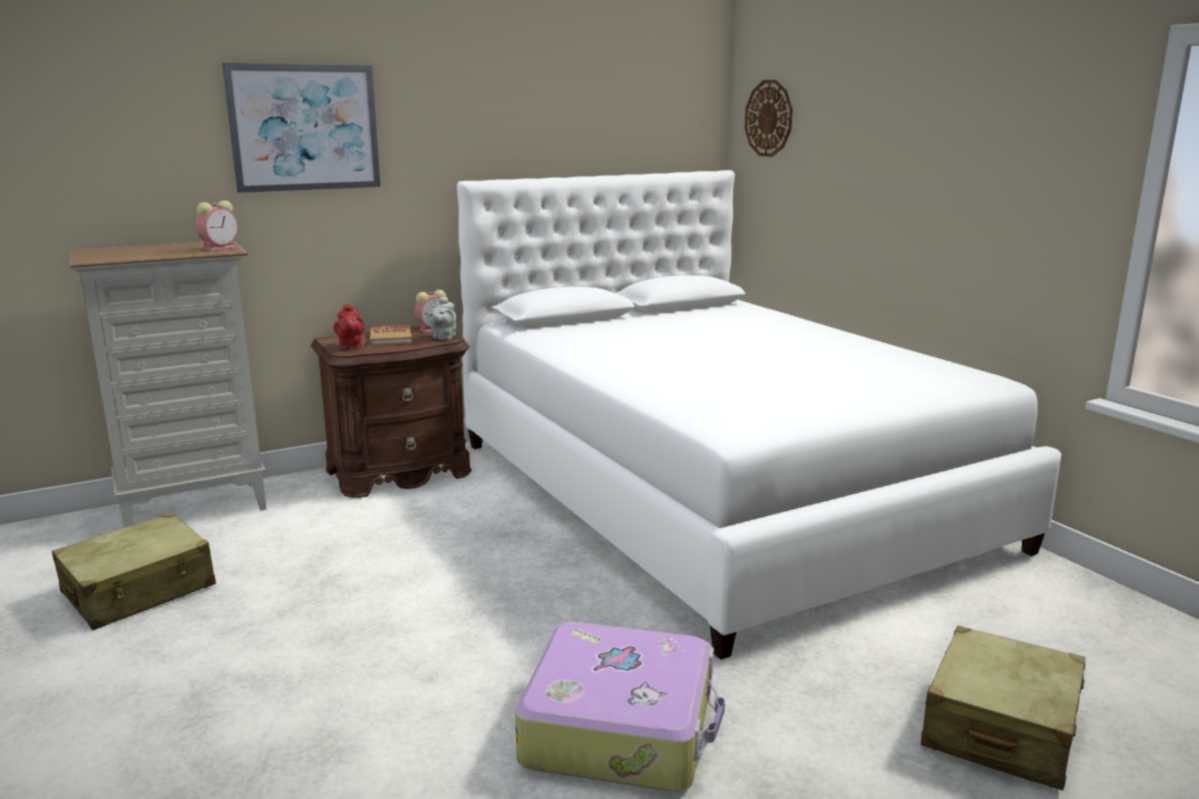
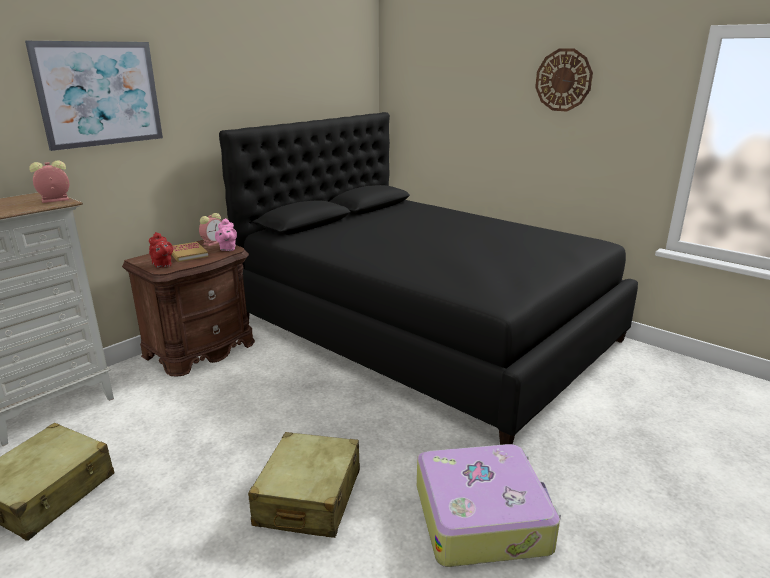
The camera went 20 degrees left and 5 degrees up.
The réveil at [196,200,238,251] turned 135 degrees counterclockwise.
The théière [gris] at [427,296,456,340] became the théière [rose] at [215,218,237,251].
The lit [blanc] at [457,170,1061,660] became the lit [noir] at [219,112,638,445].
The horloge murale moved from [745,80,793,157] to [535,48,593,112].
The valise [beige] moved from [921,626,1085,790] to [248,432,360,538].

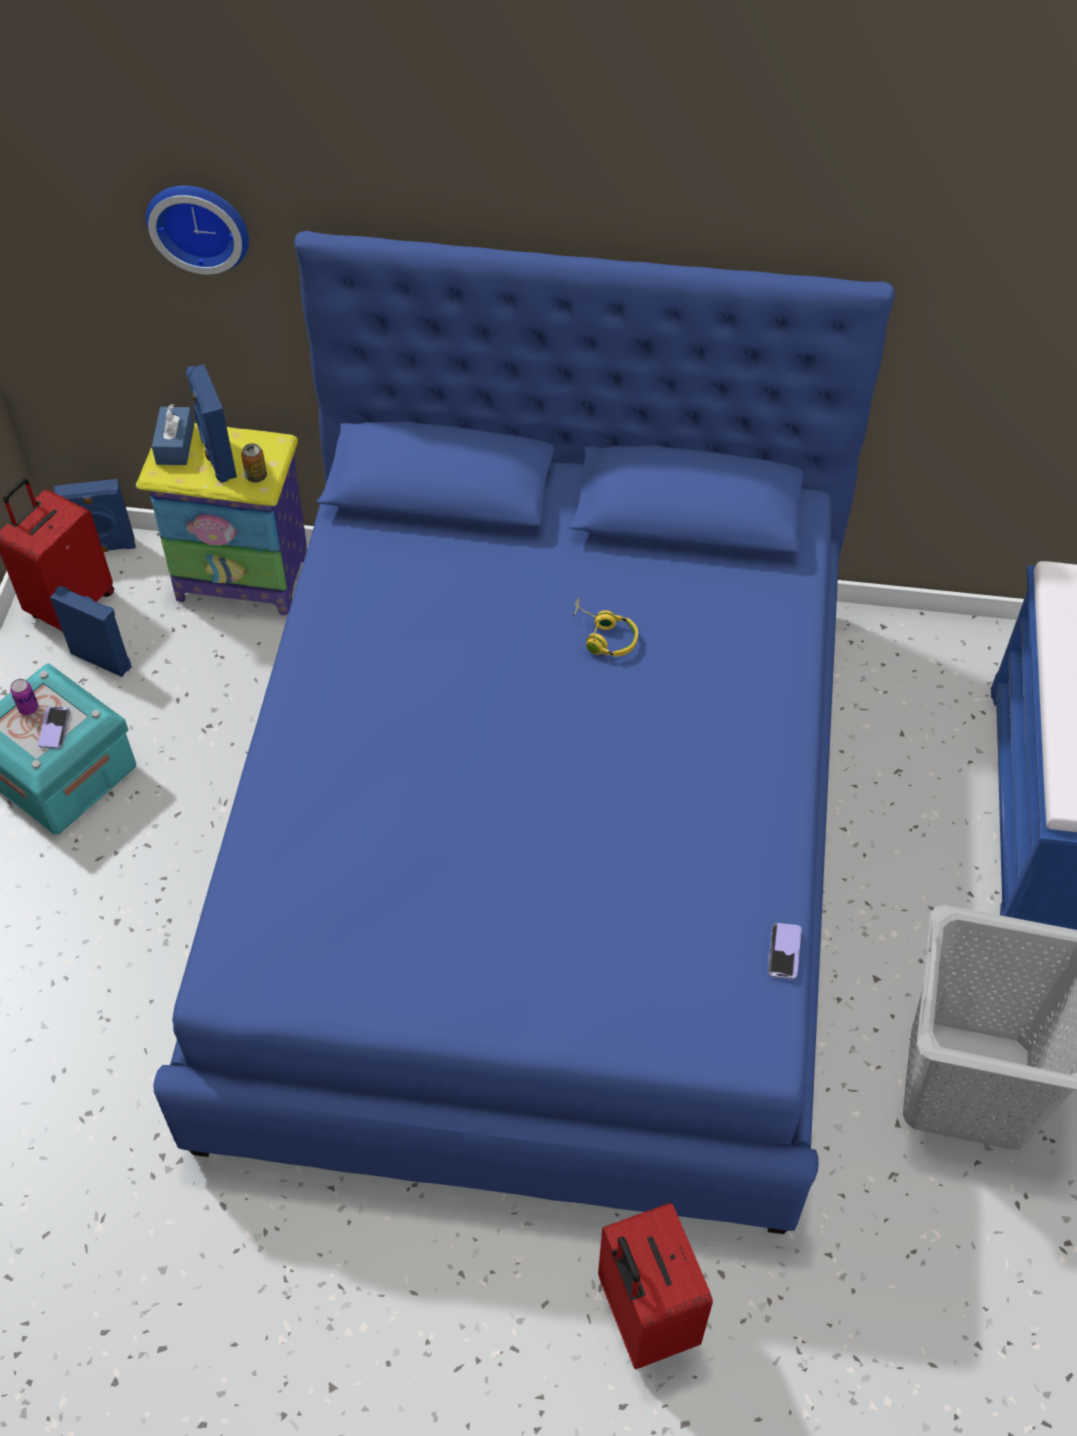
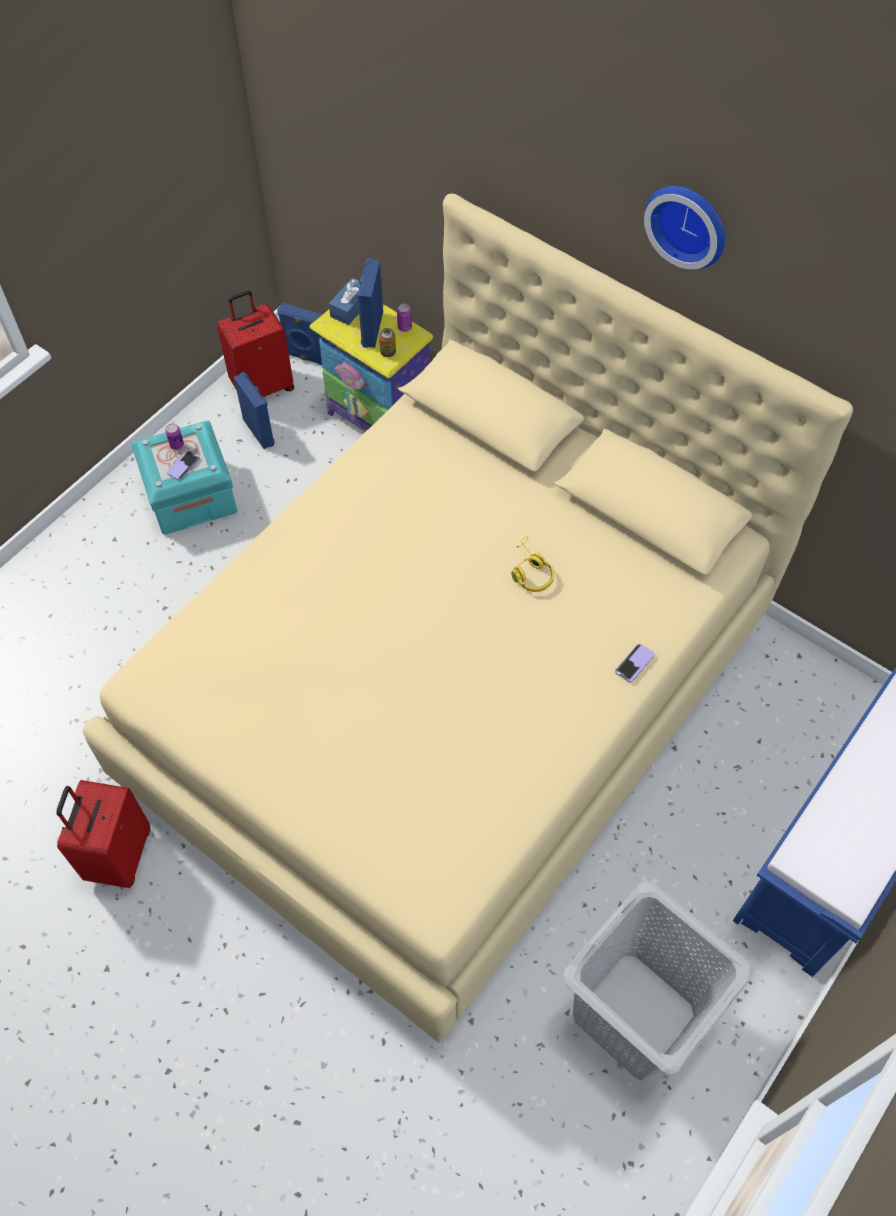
The camera went 30 degrees right and 5 degrees up.
The horloge murale moved from [146,185,249,274] to [644,186,725,269].
The lit [bleu] at [153,231,895,1234] became the lit [beige] at [82,194,853,1043].
The valise [rouge] moved from [598,1203,713,1370] to [56,780,150,888].
The téléphone moved from [768,923,802,979] to [615,644,655,682].
The boîte métallique at [397,304,412,332] appeared.

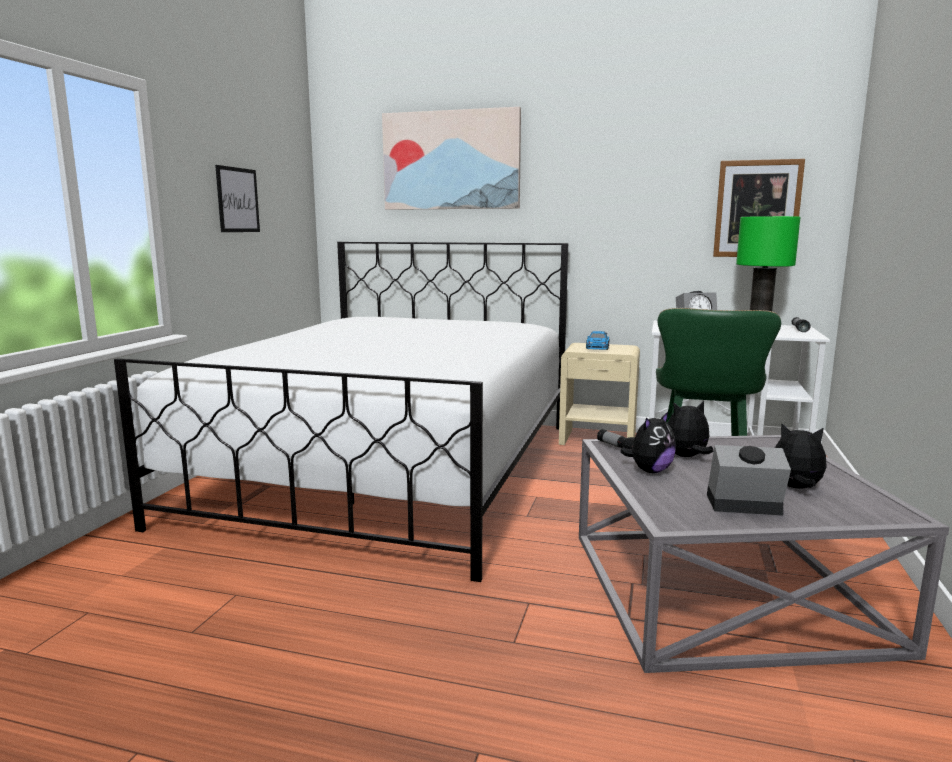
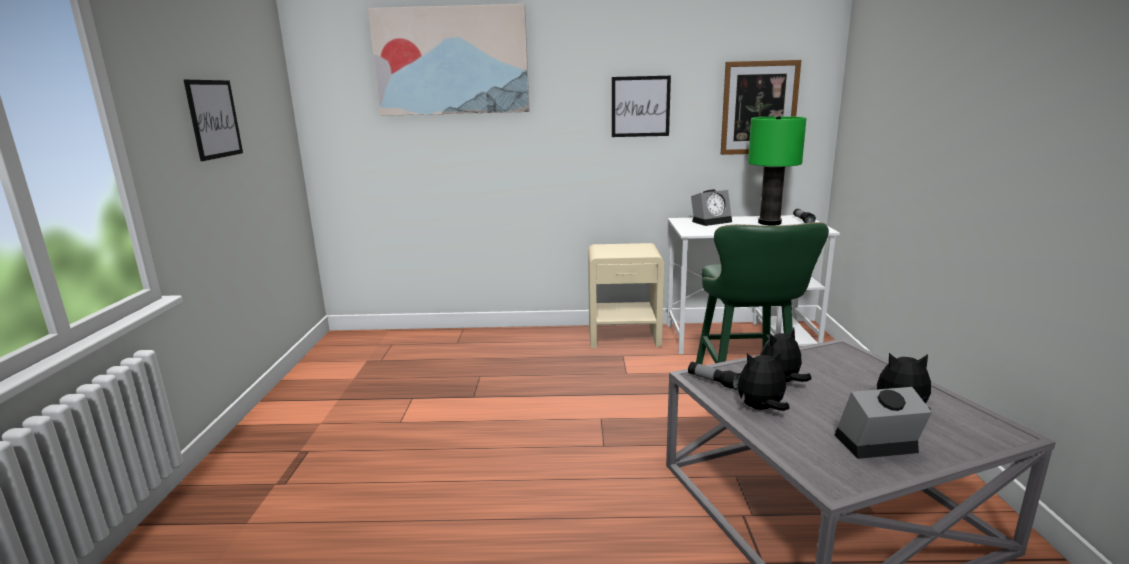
The camera went 15 degrees left and 5 degrees up.
The lit [blanc] at [114,242,568,582] disappeared.
The petite voiture at [586,331,610,350] disappeared.
The peluche at [620,412,676,473] turned 135 degrees counterclockwise.
The tableau at [612,76,671,137] appeared.

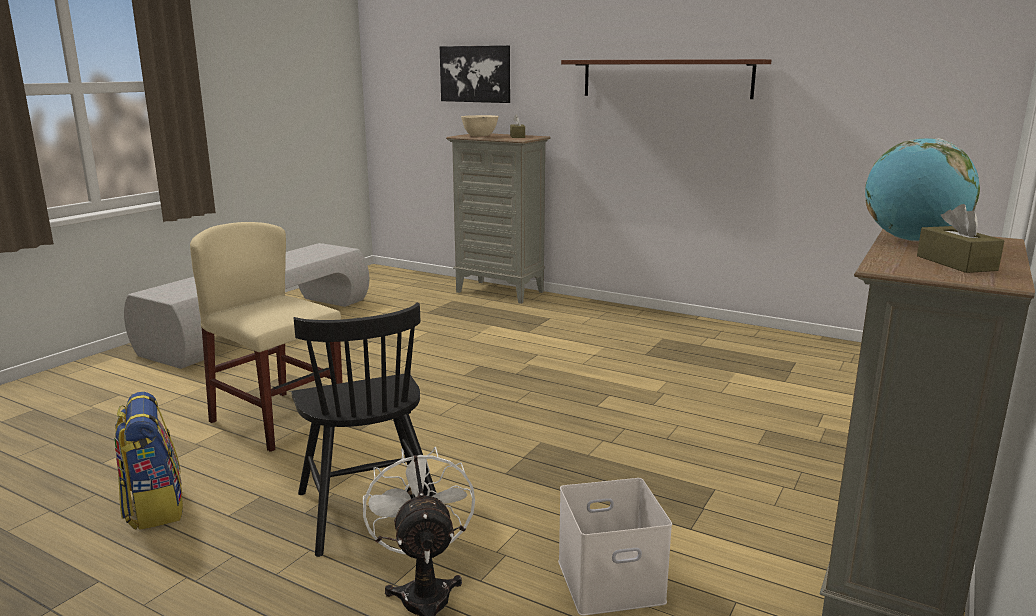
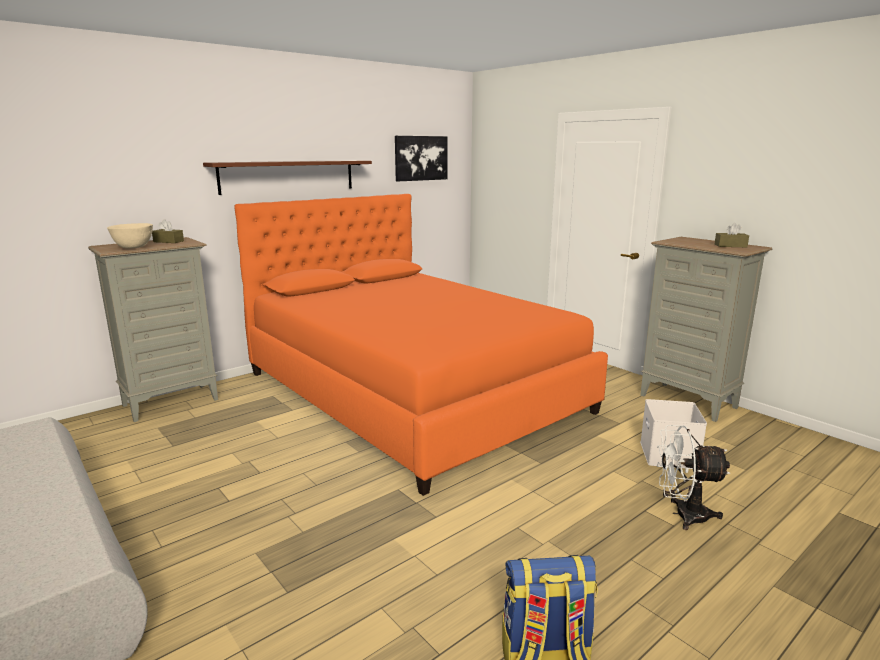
The camera went 70 degrees left and 0 degrees up.
The chaise [beige] at [190,222,343,452] disappeared.
The chaise [noir] at [291,302,437,557] disappeared.
The tableau moved from [440,45,510,103] to [395,136,448,182].
The globe at [865,138,980,242] disappeared.
The lit [orange] at [234,194,608,496] appeared.

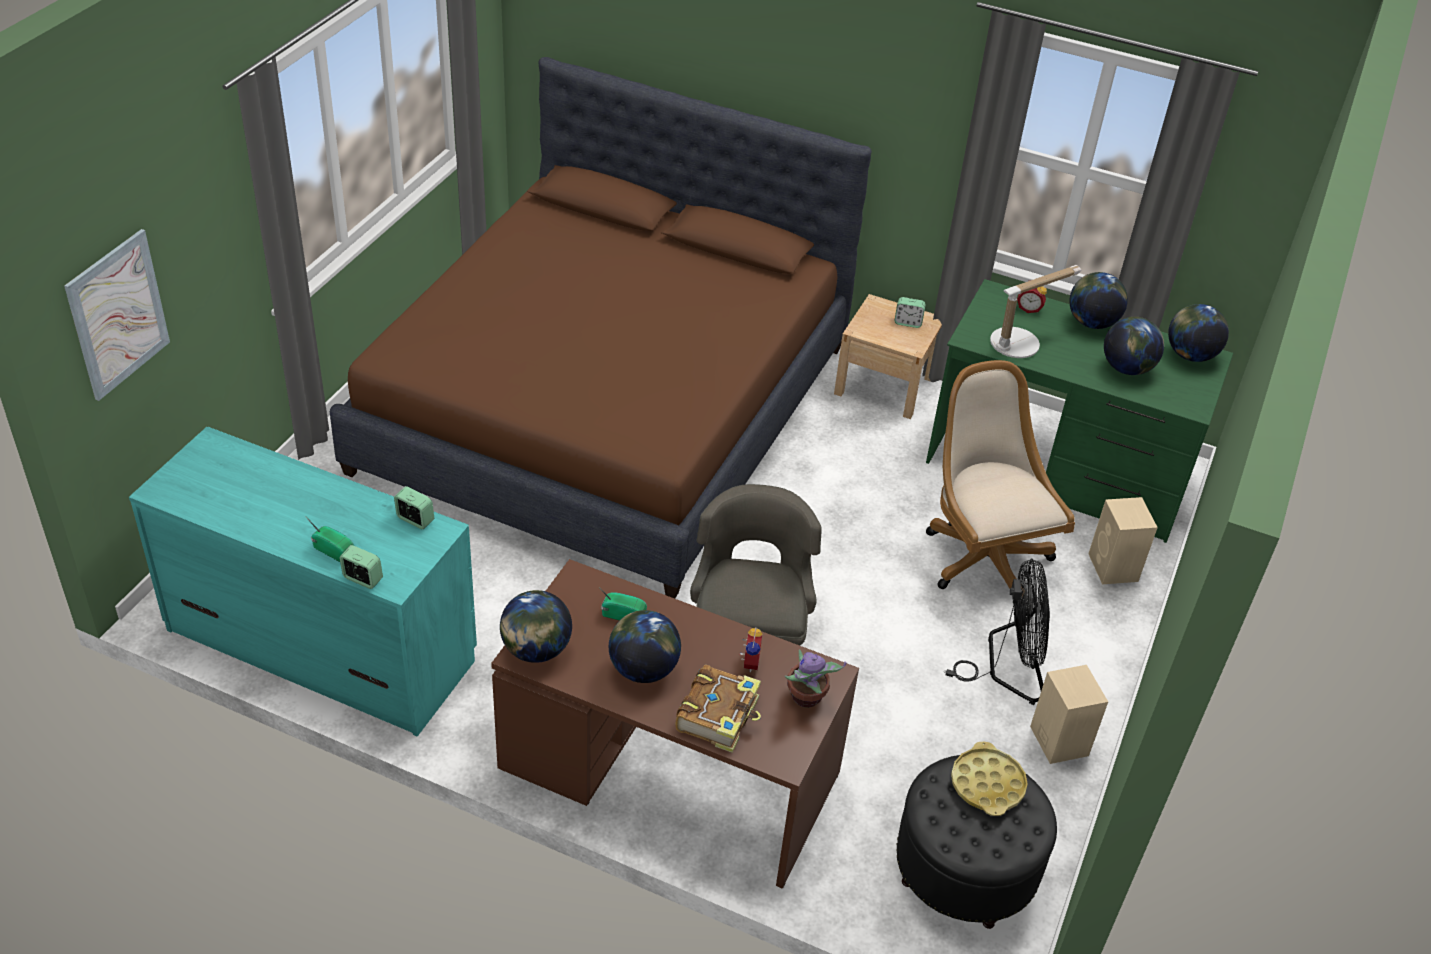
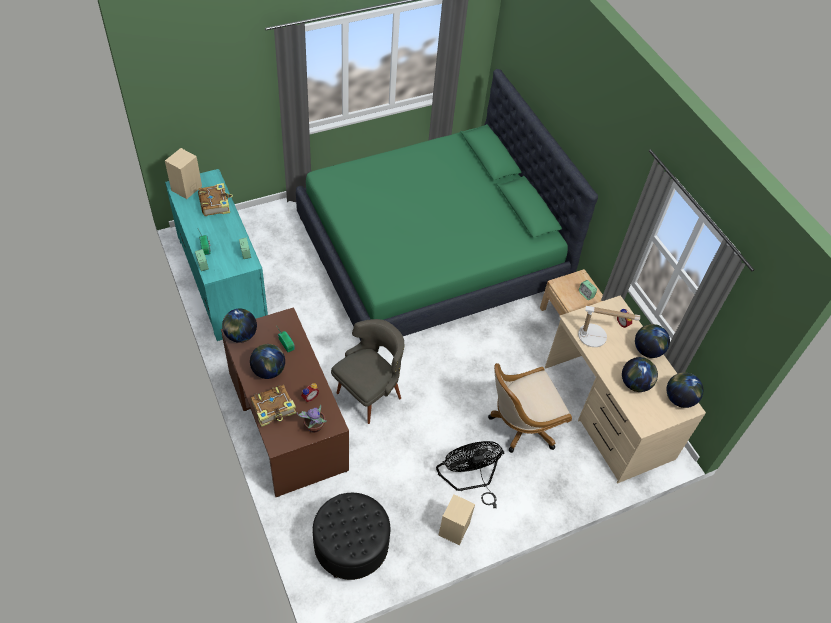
The camera went 40 degrees right and 10 degrees up.
The tableau at [64,229,170,401] disappeared.
The lit [marron] at [330,57,872,599] became the lit [vert] at [296,69,598,341].
The bureau [vert] at [926,279,1233,543] became the bureau [beige] at [545,295,706,483].
The chaise de bureau at [926,360,1075,604] turned 135 degrees counterclockwise.
The ventilateur [noir] at [944,559,1050,705] turned 150 degrees counterclockwise.
The plateau [jaune] at [951,742,1028,816] disappeared.
The enceinte [beige] moved from [1089,497,1158,584] to [165,148,202,199].
The livre at [198,183,233,216] appeared.

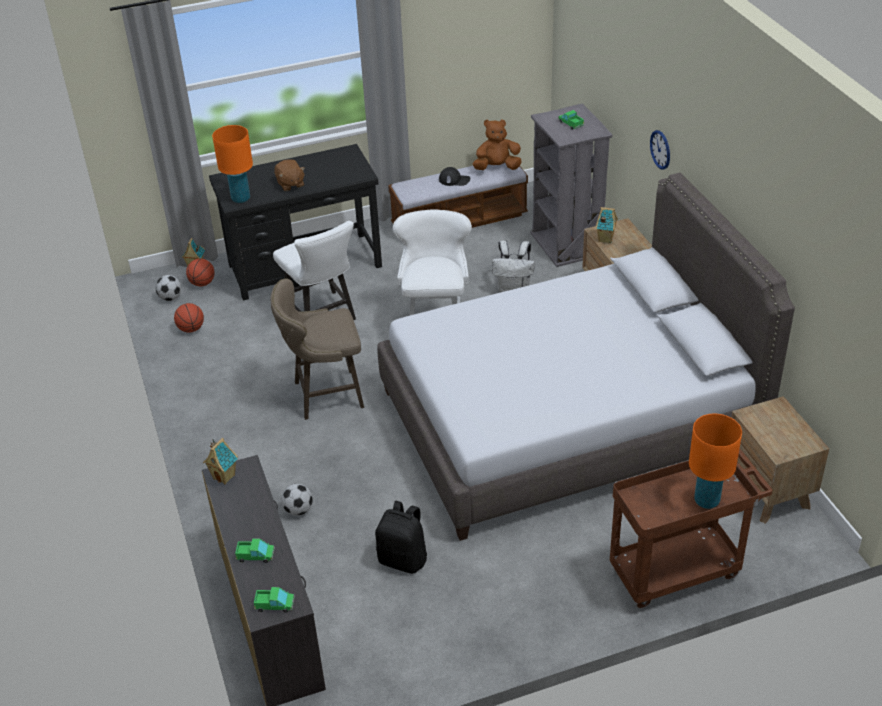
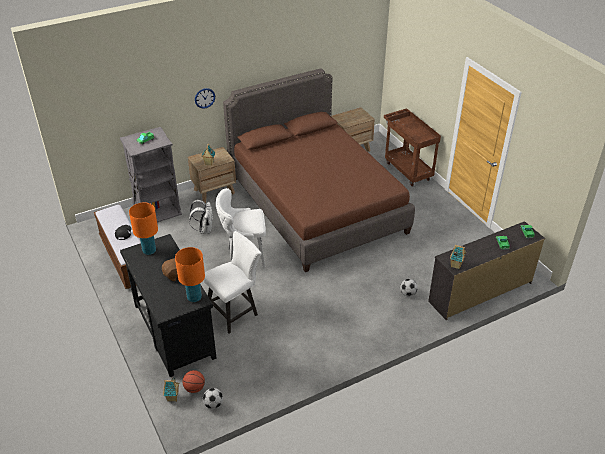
The camera went 100 degrees left and 0 degrees up.
The ballon de basket at [174,303,204,333] disappeared.
The tabouret [beige] at [270,278,364,420] disappeared.
The sac à dos [noir] at [375,501,427,574] disappeared.
The lit [gris] at [377,173,795,541] became the lit [marron] at [223,68,415,272].
The peluche [marron] at [472,119,522,170] disappeared.
The lampe de table [orange] moved from [689,414,742,509] to [129,203,158,255].

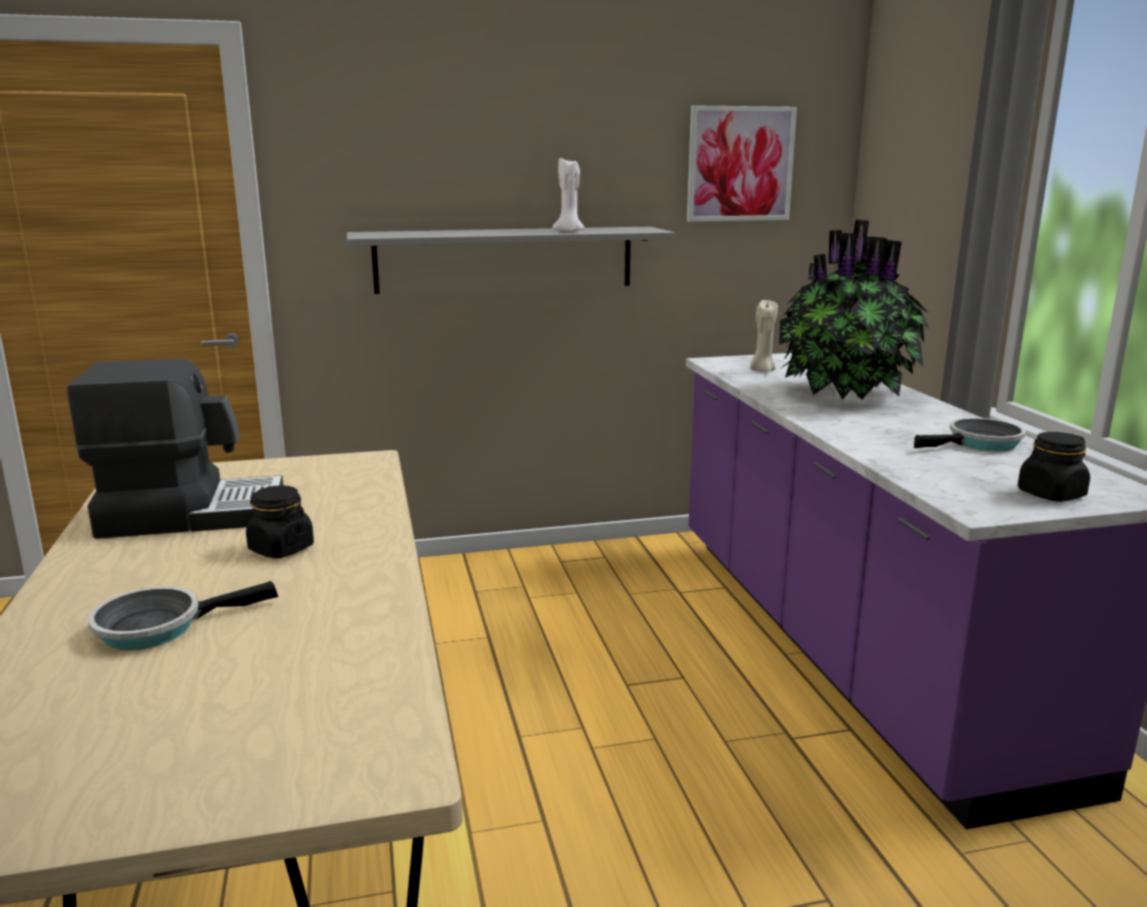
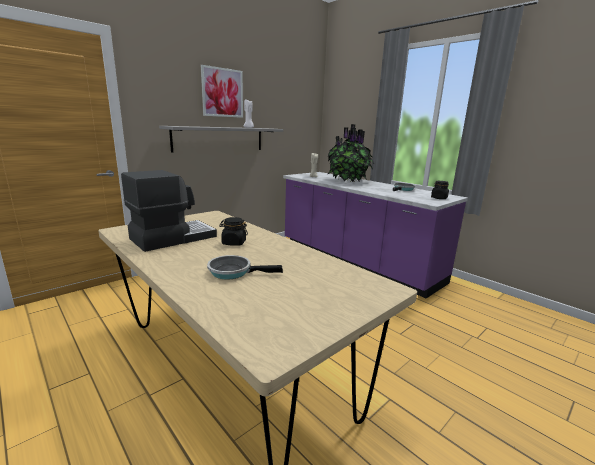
The camera went 30 degrees left and 0 degrees up.
The poêle at [88,581,278,650] turned 60 degrees clockwise.
The tableau moved from [687,105,797,222] to [201,65,243,118].

